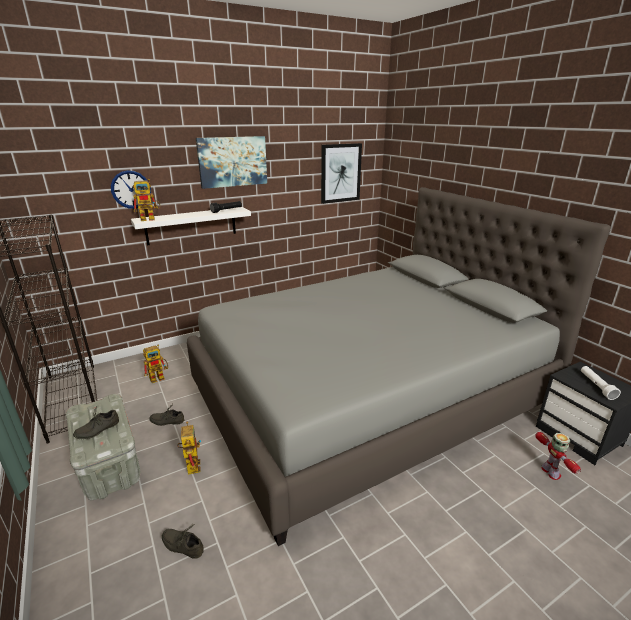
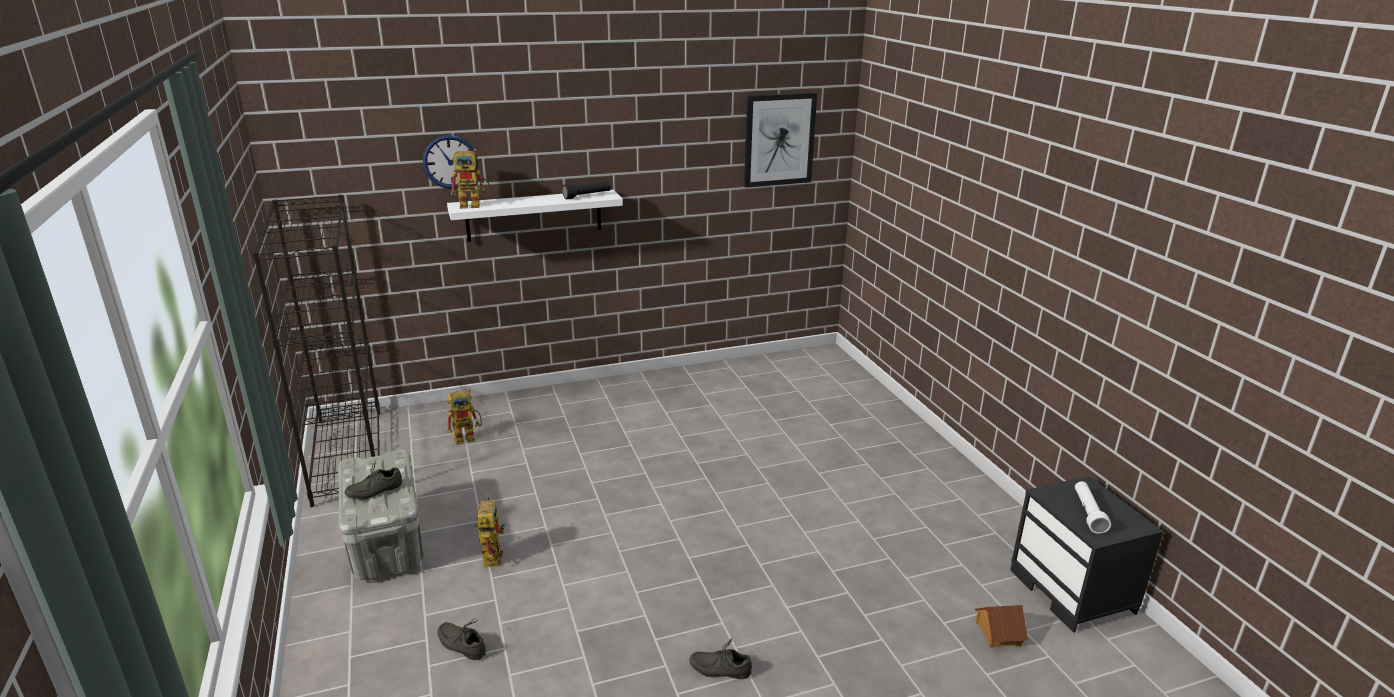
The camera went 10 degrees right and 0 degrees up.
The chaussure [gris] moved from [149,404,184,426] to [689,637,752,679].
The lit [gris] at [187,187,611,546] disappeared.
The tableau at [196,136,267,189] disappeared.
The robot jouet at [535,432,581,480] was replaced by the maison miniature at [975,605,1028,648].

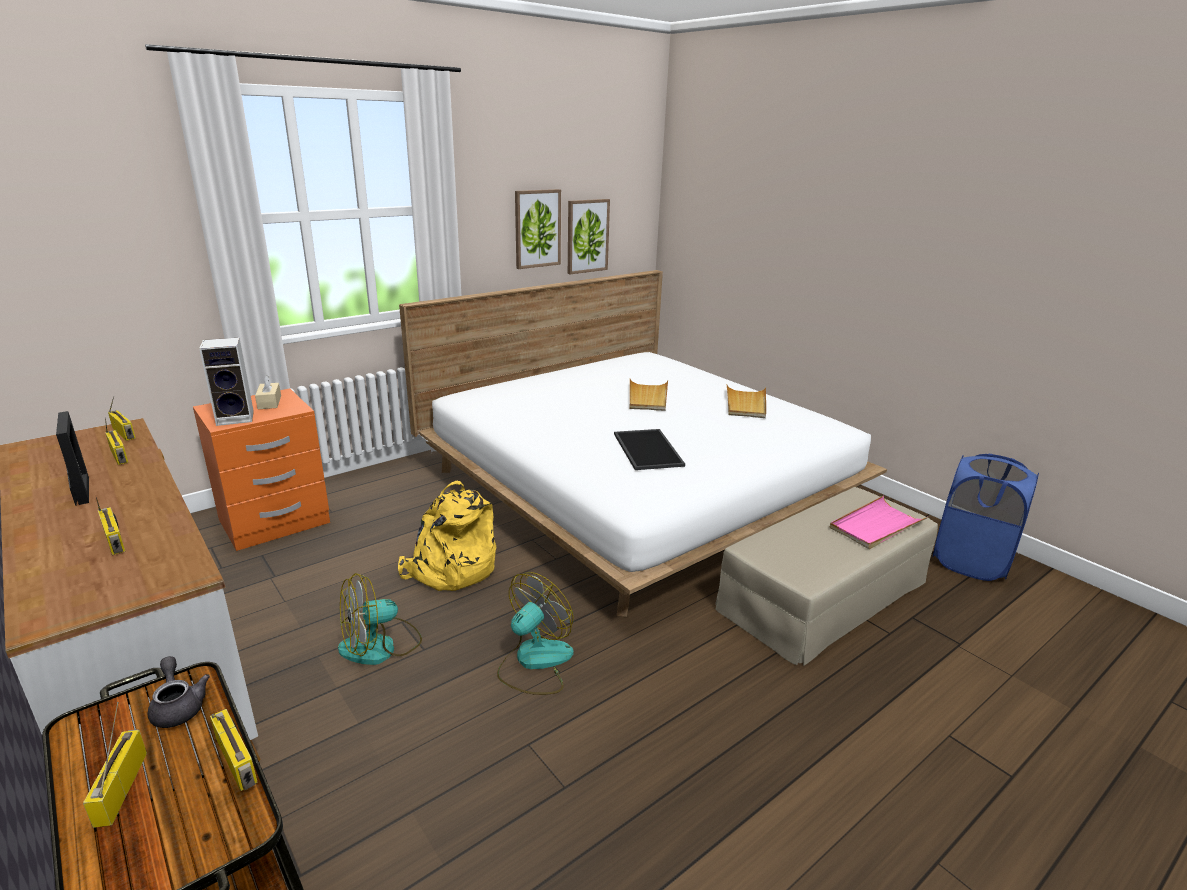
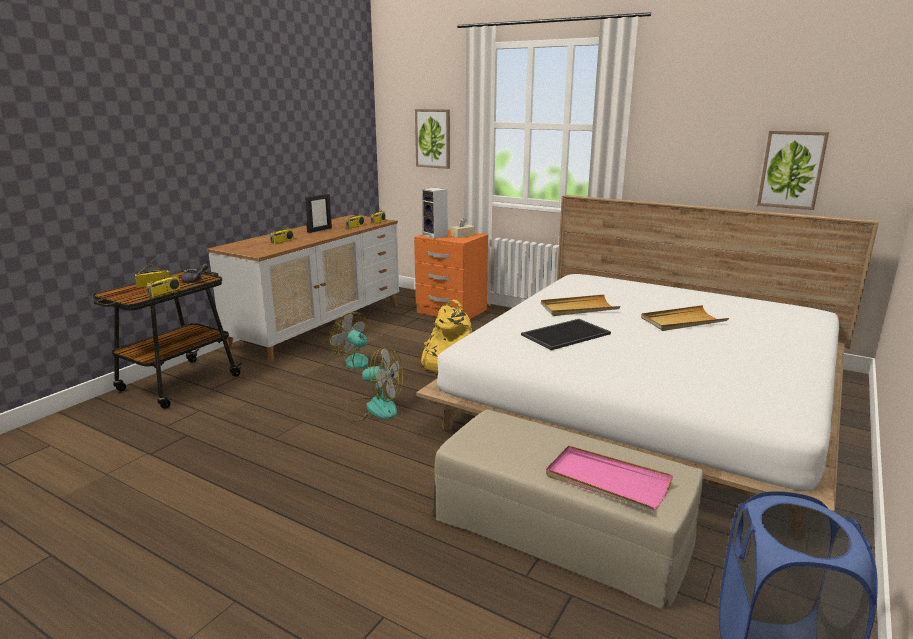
The camera went 70 degrees right and 5 degrees down.
The tableau moved from [515,189,561,269] to [415,109,450,169].
The plateau [beige] moved from [727,385,766,418] to [541,294,620,316].

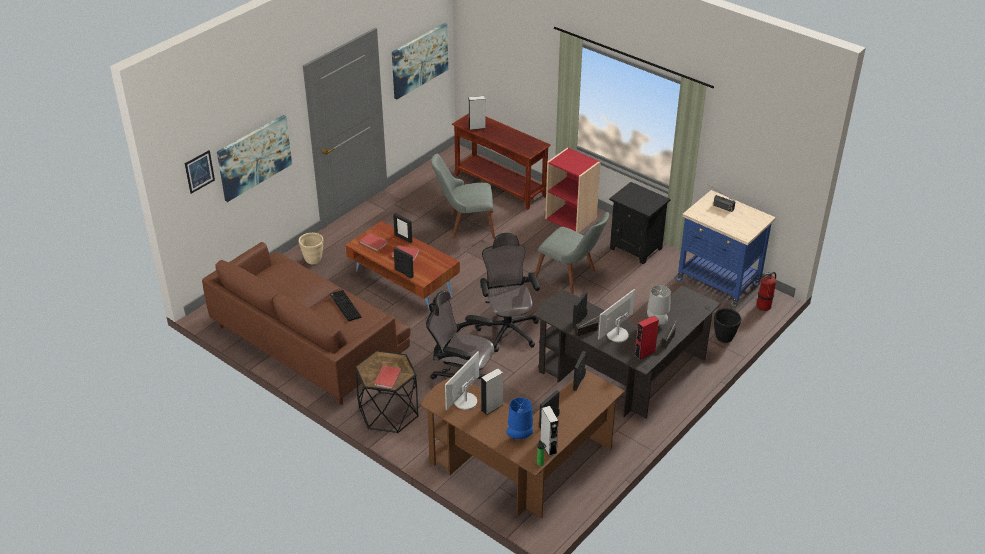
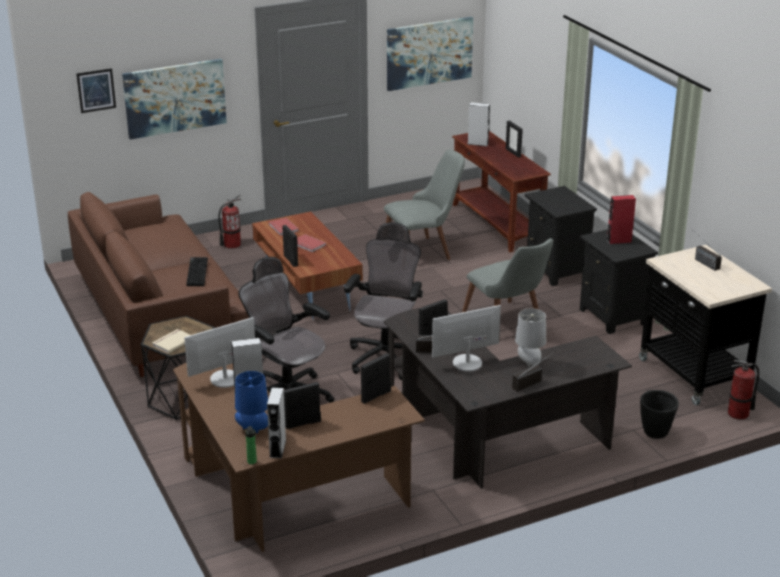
The camera went 25 degrees right and 10 degrees down.
The cache-pot [beige] at [299,233,323,265] was replaced by the extincteur at [218,194,241,249].
The livre [rouge] at [374,365,401,389] became the livre [beige] at [152,329,190,354].
The cadre photo moved from [393,213,412,243] to [506,121,523,158].
The chaise [gris] at [431,154,495,239] turned 135 degrees clockwise.
The bibliothèque [rouge] at [545,147,601,233] was replaced by the table de chevet [noir] at [525,186,597,286].
The enceinte [rouge] moved from [635,316,659,360] to [607,195,636,244].
The chariot [bleu] at [676,190,776,308] became the chariot [noir] at [639,245,772,405].

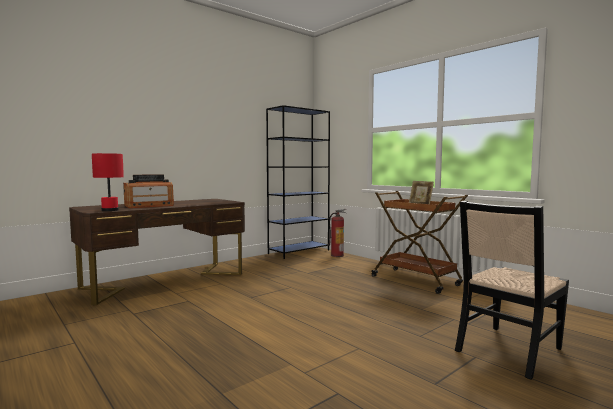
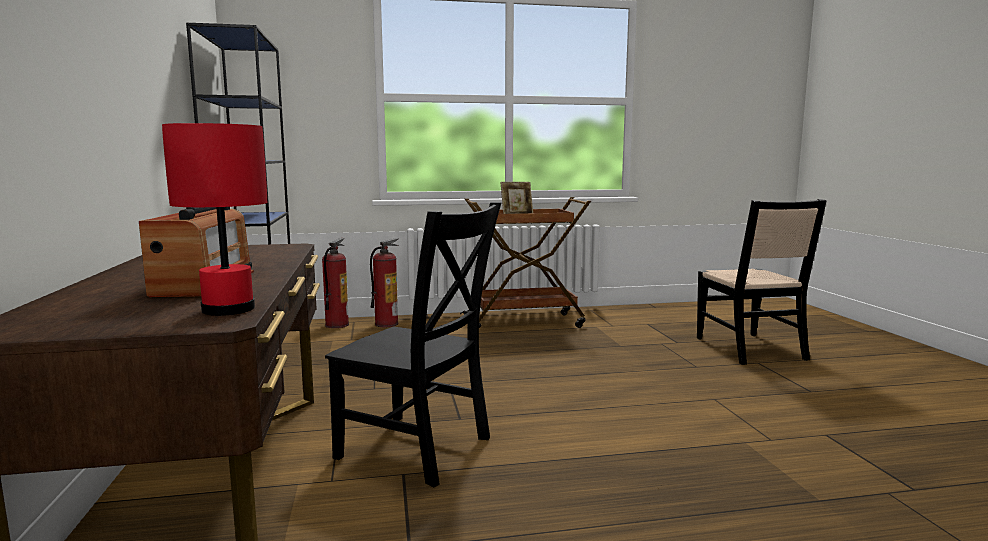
The camera went 60 degrees left and 5 degrees up.
The chaise [noir] at [325,202,502,487] appeared.
The extincteur at [370,238,399,327] appeared.

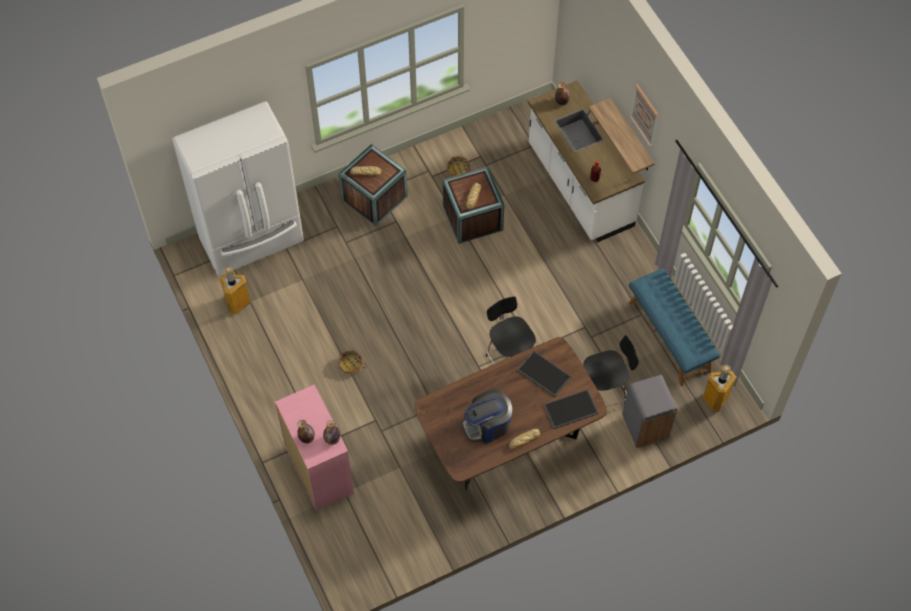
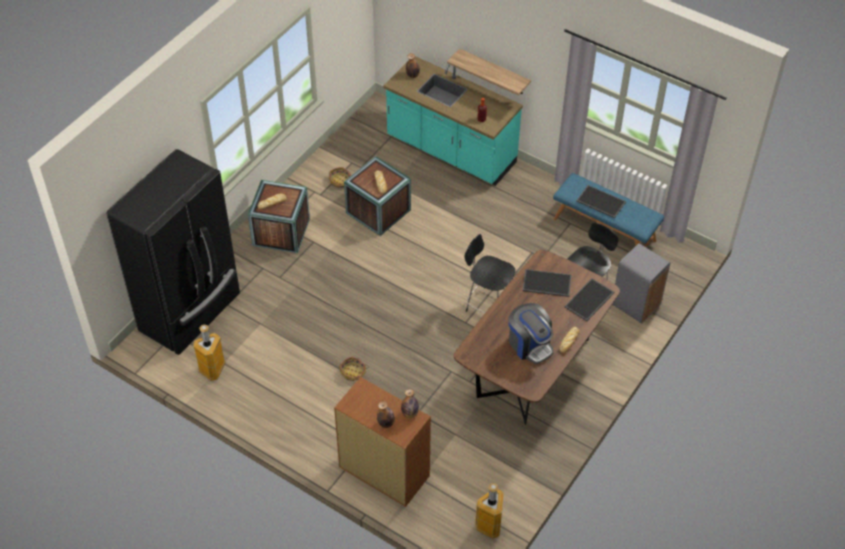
The camera went 30 degrees left and 10 degrees down.
The réfrigérateur [blanc] at [172,101,304,276] became the réfrigérateur [noir] at [106,149,240,355].
The meuble de rangement [rose] at [275,385,354,511] became the meuble de rangement [marron] at [334,377,431,507].
The machine à café at [462,389,512,444] turned 75 degrees counterclockwise.
The comptoir de cuisine [blanc] at [528,80,645,242] became the comptoir de cuisine [turquoise] at [383,56,523,186].
The tableau at [630,84,659,147] disappeared.
The poubelle moved from [702,365,737,412] to [475,483,504,539].
The plateau at [576,185,626,218] appeared.

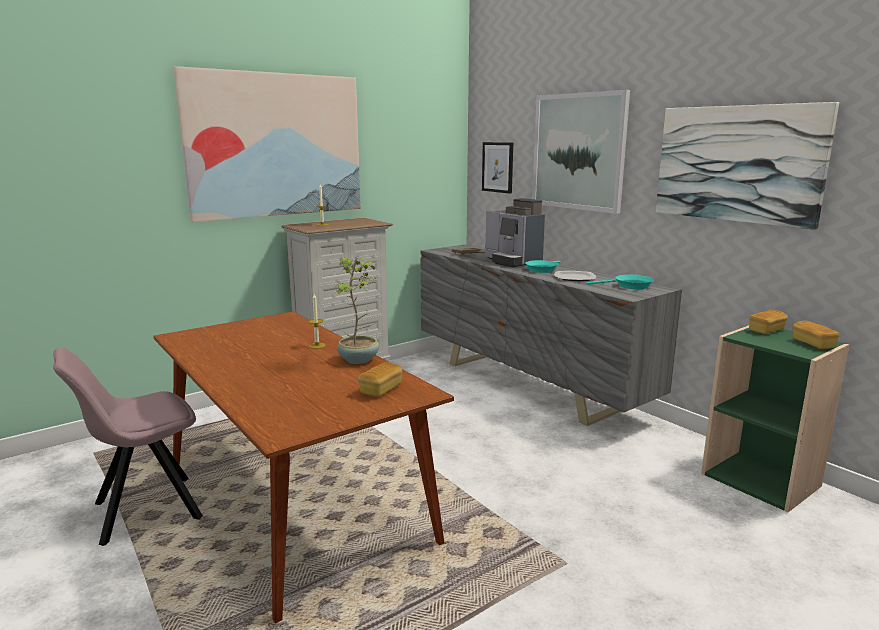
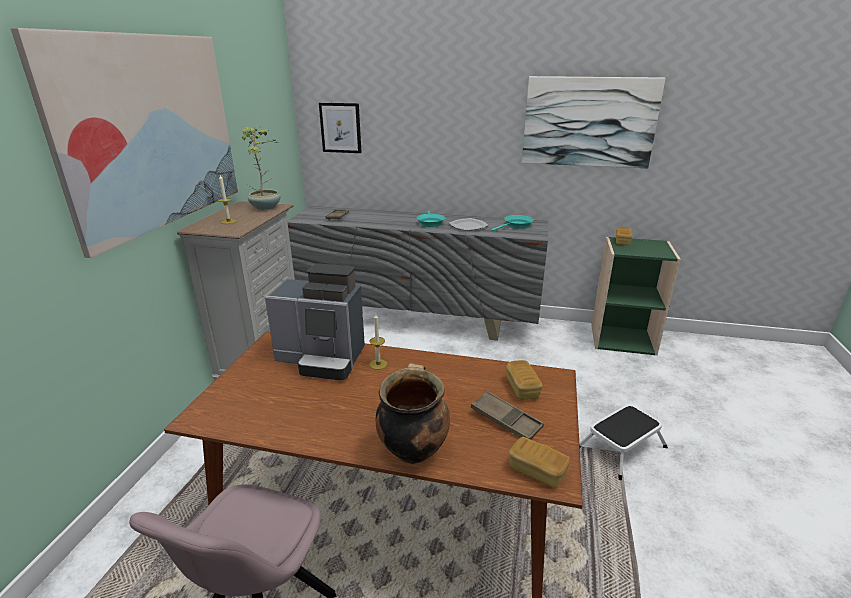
The camera went 40 degrees left and 10 degrees up.
The plante en pot moved from [334,257,380,364] to [242,126,281,210].
The machine à café moved from [485,198,545,267] to [265,263,365,380].
The tableau at [532,90,630,214] disappeared.
The pain moved from [793,321,839,349] to [509,437,570,488].
The marmite at [376,363,450,464] appeared.
The plateau [marron] at [471,391,544,440] appeared.
The escabeau [noir] at [579,404,668,480] appeared.

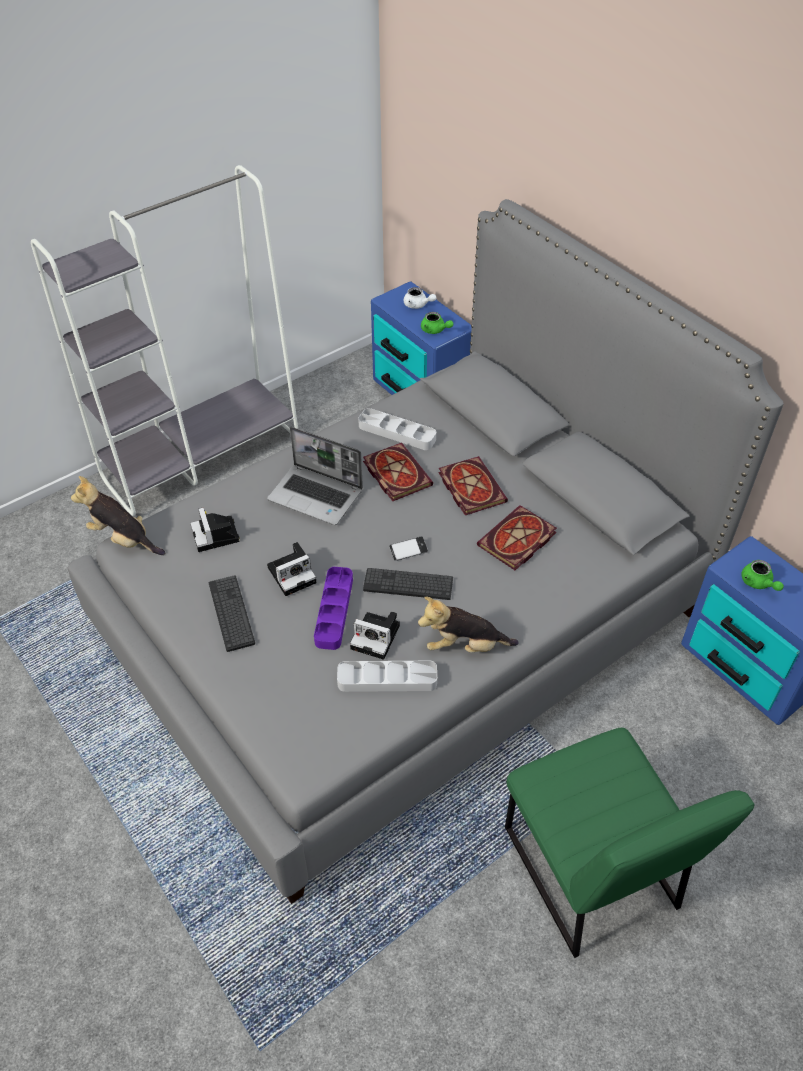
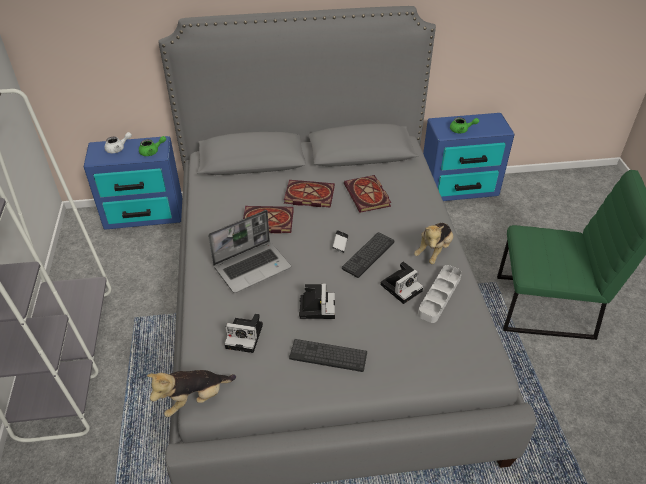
The camera went 60 degrees left and 5 degrees down.
The plateau [violet] at [314,567,353,650] disappeared.
The plateau [gris] at [358,408,436,450] disappeared.

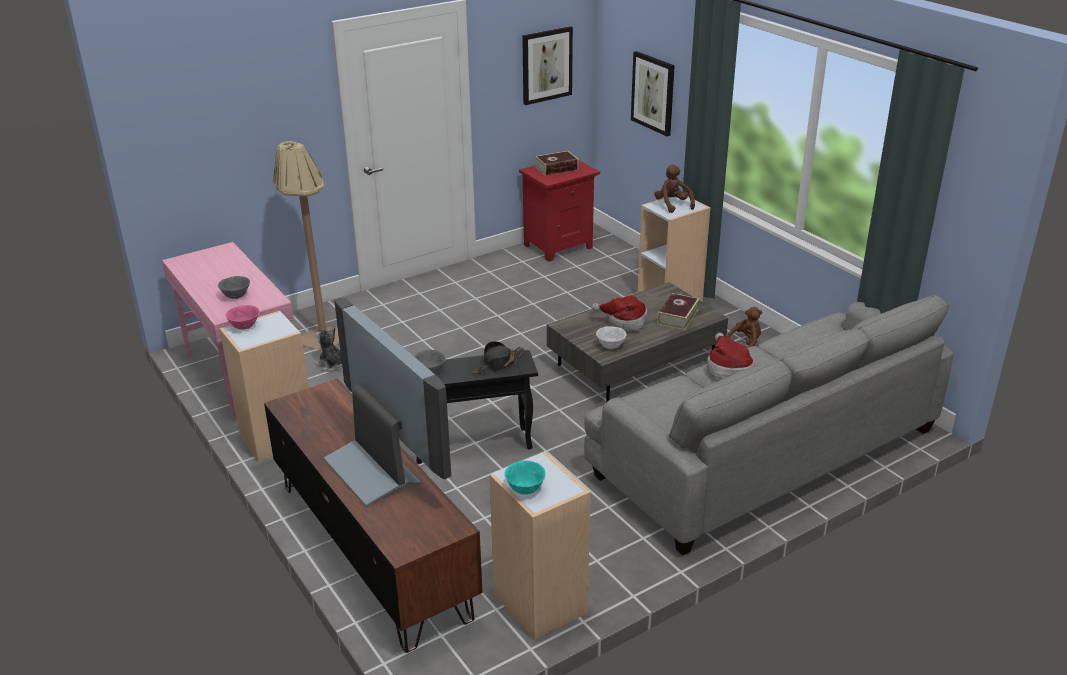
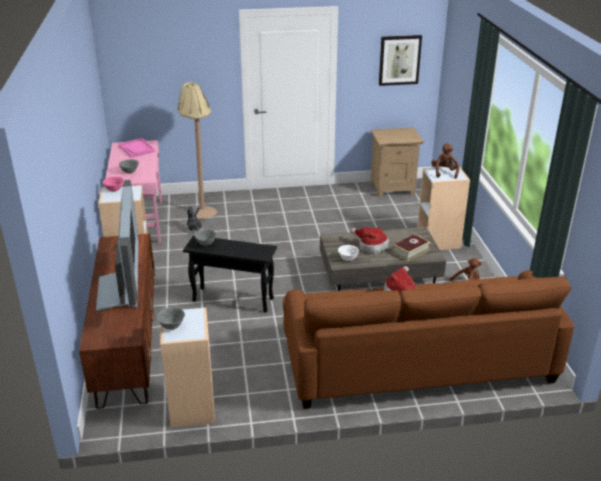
The camera went 25 degrees right and 0 degrees up.
The chapeau [noir] at [472,341,524,374] disappeared.
The bol [turquoise] at [505,461,546,495] became the bol [gris] at [157,307,185,330].
The table de chevet [rouge] at [519,161,600,262] became the table de chevet [beige] at [371,127,424,197].
The livre at [535,151,579,176] disappeared.
The canapé [gris] at [584,295,953,555] became the canapé [marron] at [283,270,574,409].
The tableau at [631,51,675,136] disappeared.
The plateau [rose] at [119,138,155,158] appeared.

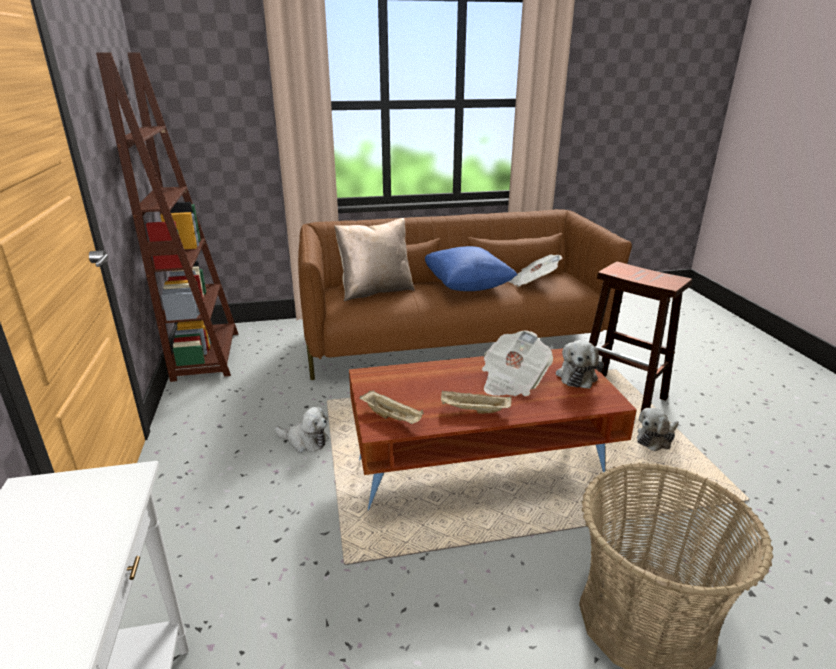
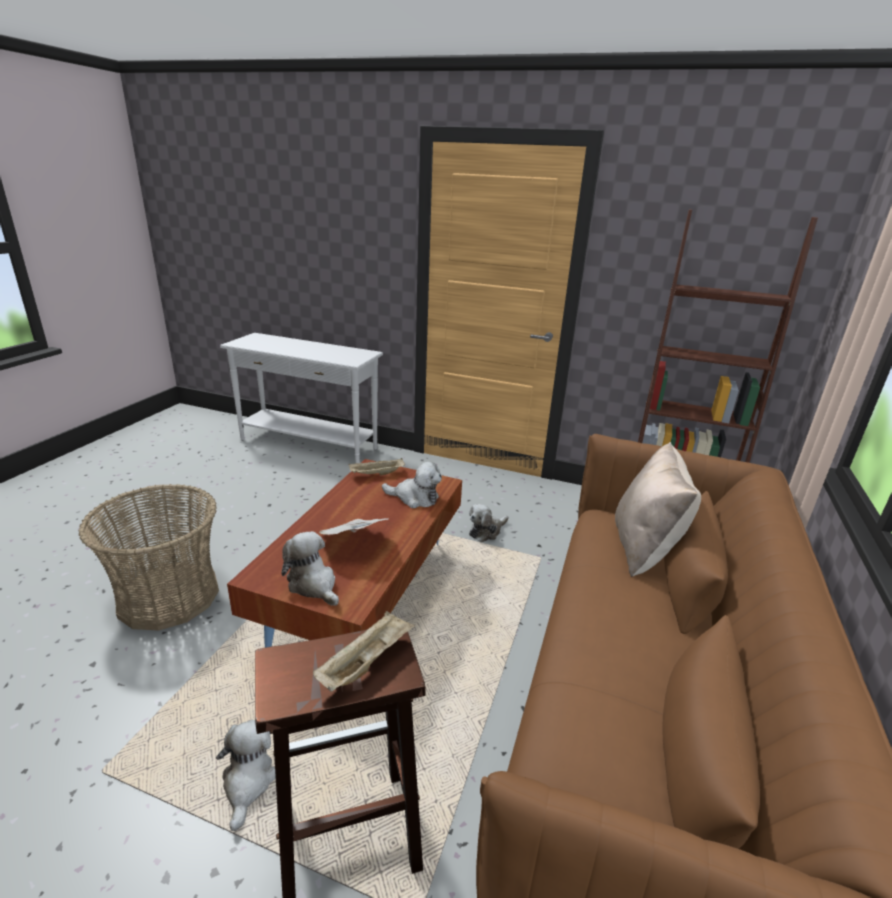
The camera went 120 degrees right and 0 degrees up.
The coussin [bleu] at [425,246,518,291] disappeared.
The plateau [beige] moved from [441,391,512,414] to [313,611,415,692].
The journal at [508,254,563,287] disappeared.
The peluche at [382,461,442,508] appeared.

